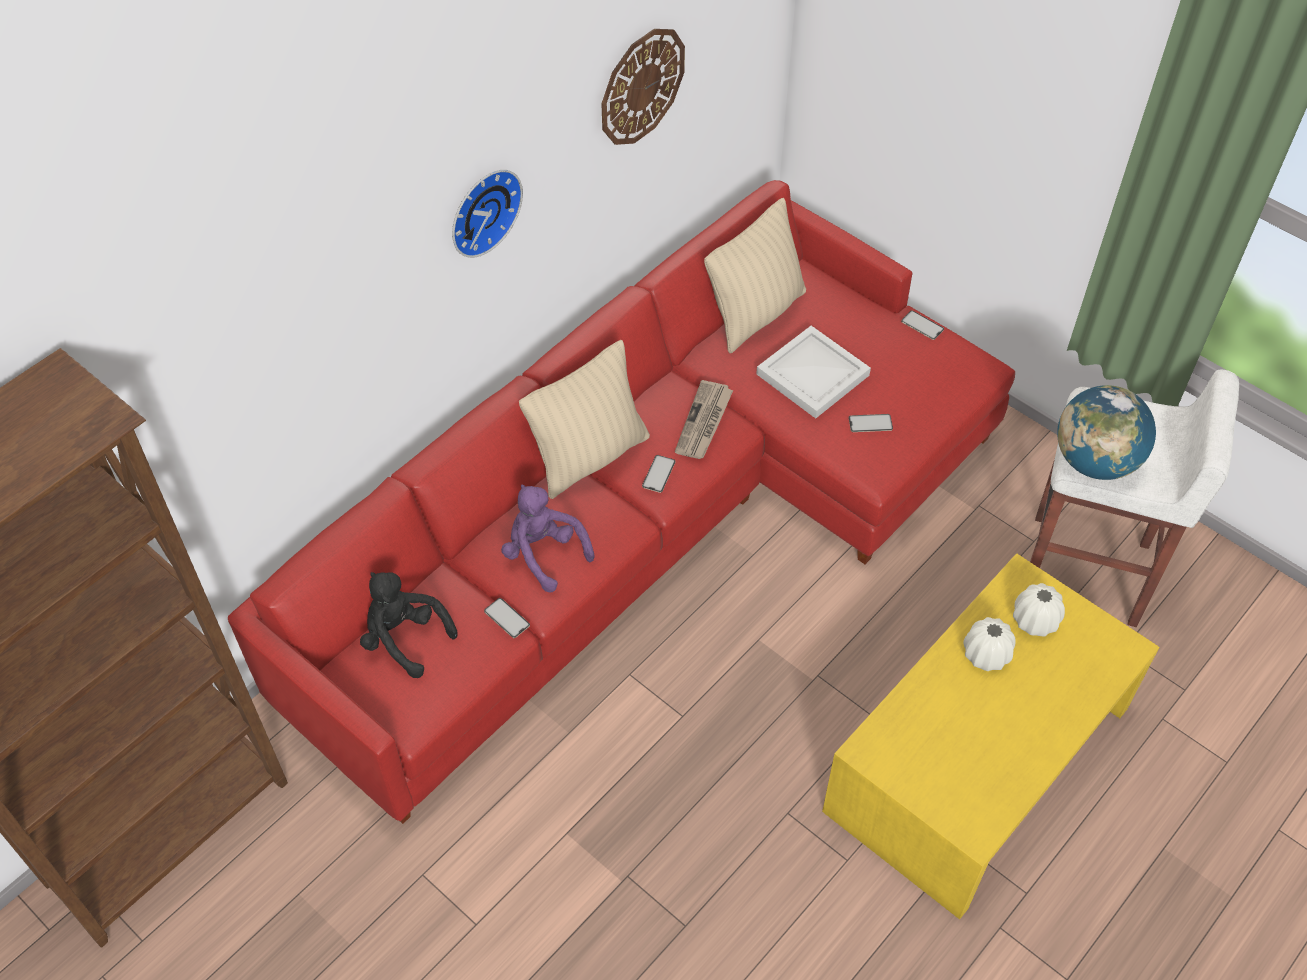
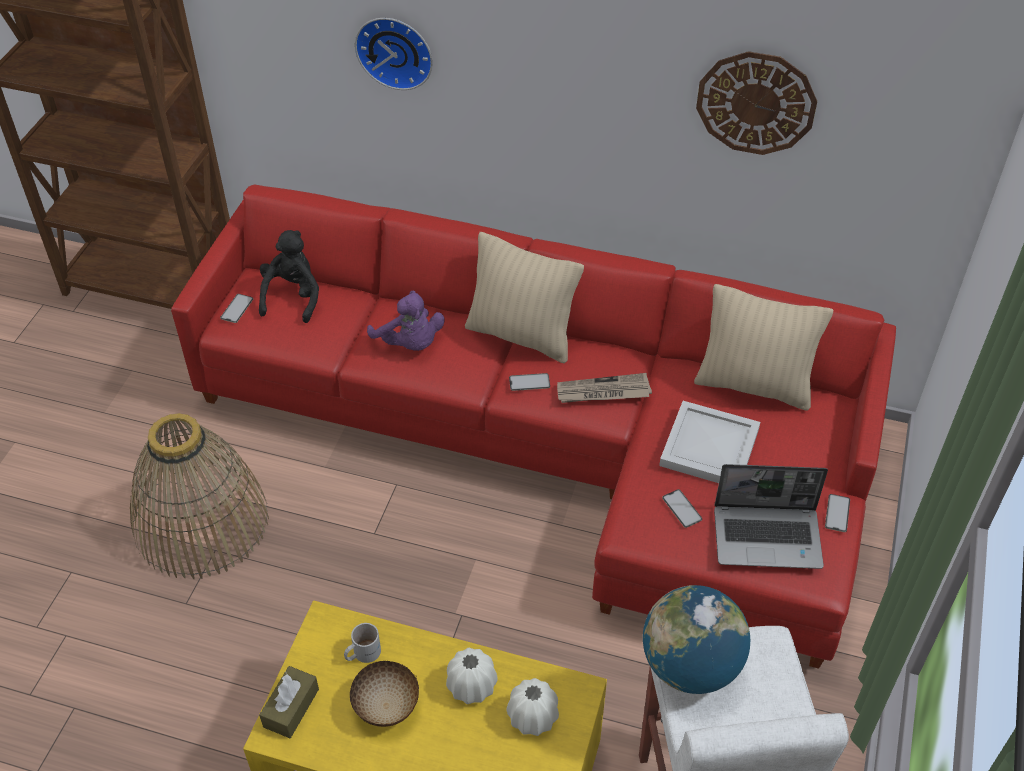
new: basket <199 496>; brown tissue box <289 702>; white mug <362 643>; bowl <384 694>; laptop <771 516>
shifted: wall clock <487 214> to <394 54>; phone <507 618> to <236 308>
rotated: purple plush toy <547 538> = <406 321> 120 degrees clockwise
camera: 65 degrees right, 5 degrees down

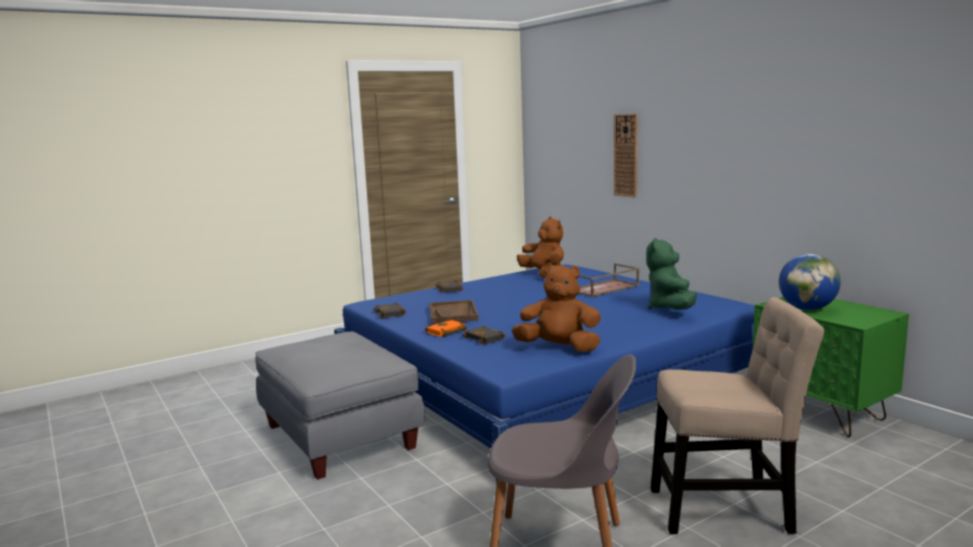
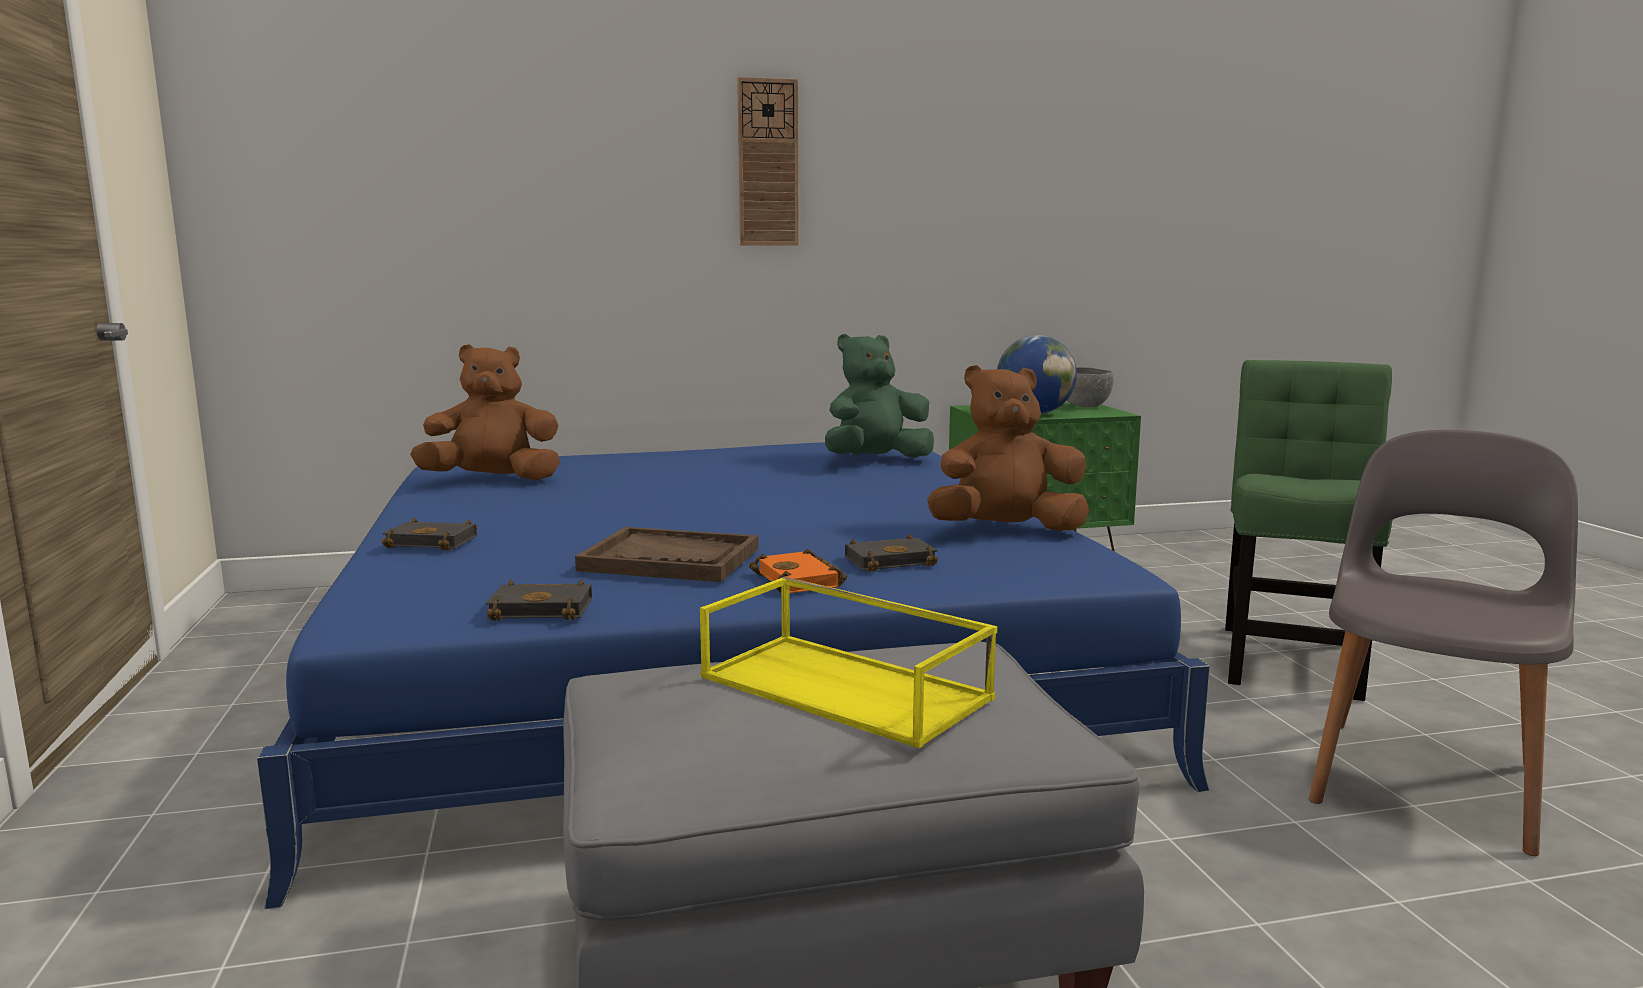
gone: brown tray <609 280>
new: yellow tray <848 662>; grey bowl <1090 387>
shifted: wall clock <626 156> to <768 161>
repainted: beige chair <737 415> to green chair <1308 530>
rotated: brown plush toy <556 307> = <1008 448> 45 degrees clockwise; green plush toy <671 274> = <879 396> 120 degrees clockwise
camera: 70 degrees left, 0 degrees up

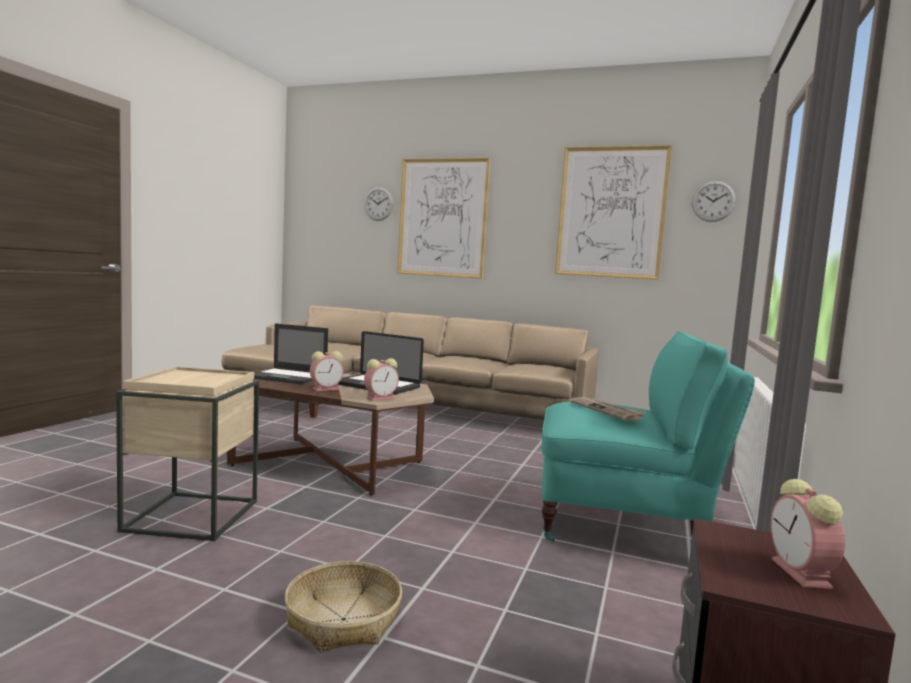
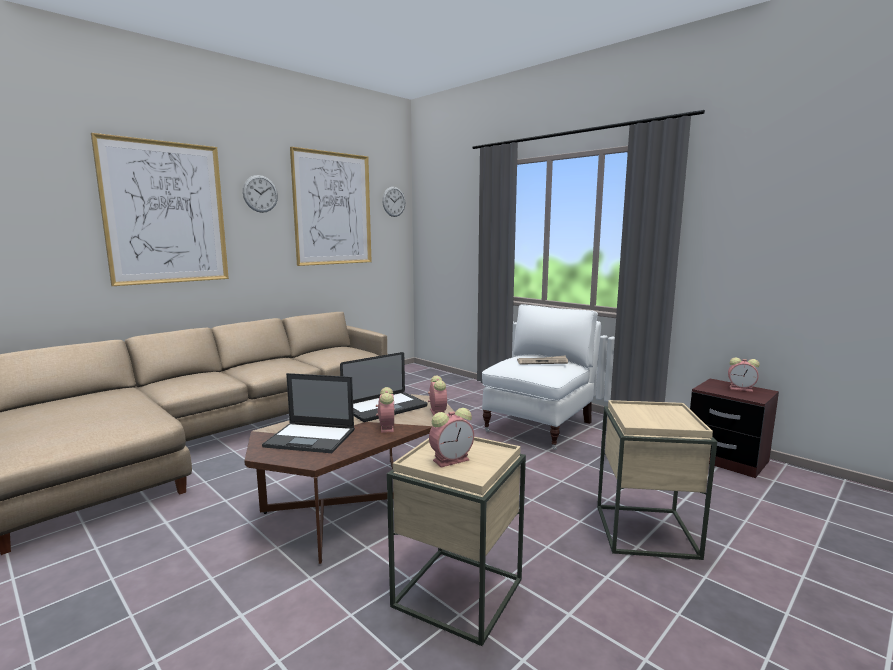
new: alarm clock <451 437>
shifted: wall clock <379 204> to <260 194>
swapped: basket <343 607> to beige side table <657 480>
repainted: turquoise armchair <648 437> to white armchair <541 377>
rotated: laptop <291 354> = <308 413> 60 degrees clockwise
camera: 65 degrees left, 5 degrees up

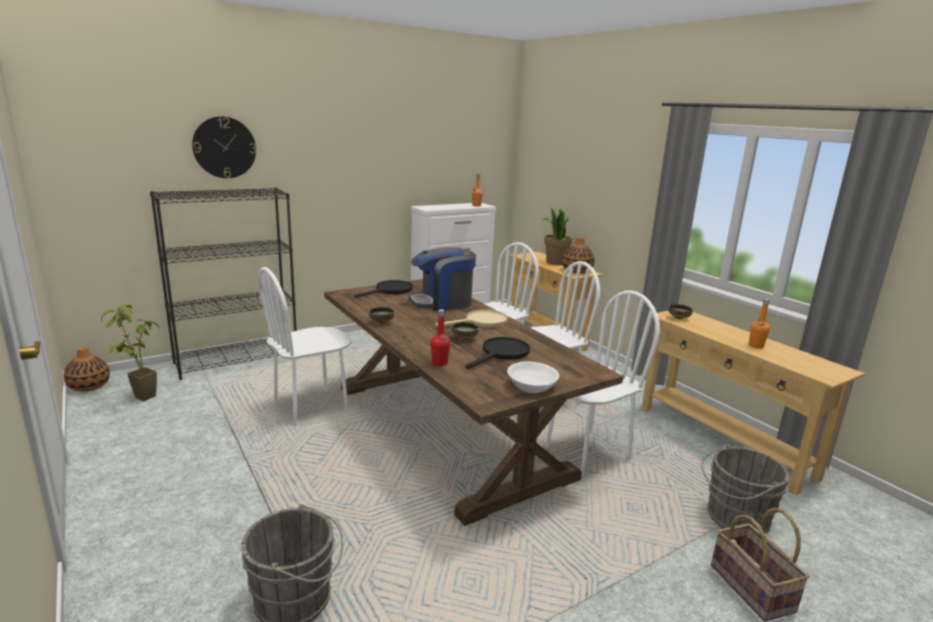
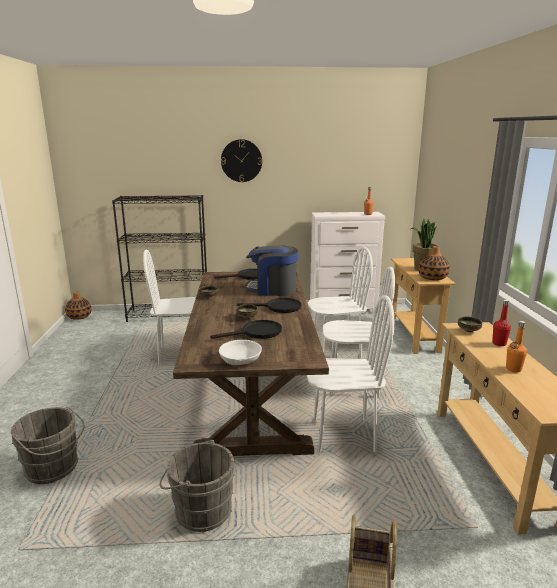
gone: potted plant <130 353>
shifted: wall clock <224 147> to <241 160>; red bottle <440 337> to <501 323>; grey bucket <745 489> to <197 486>
repainted: beige frying pan <471 318> to black frying pan <269 305>
camera: 30 degrees right, 0 degrees up

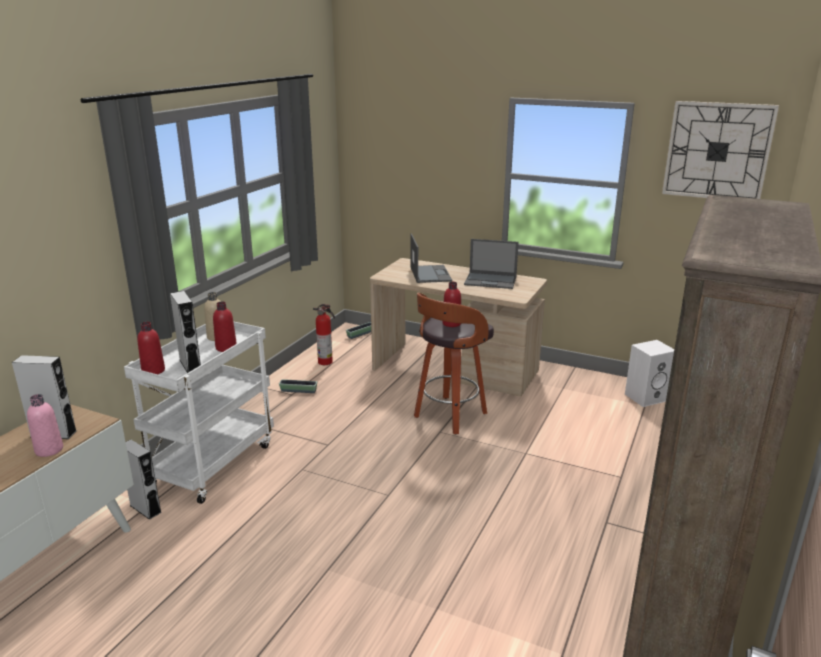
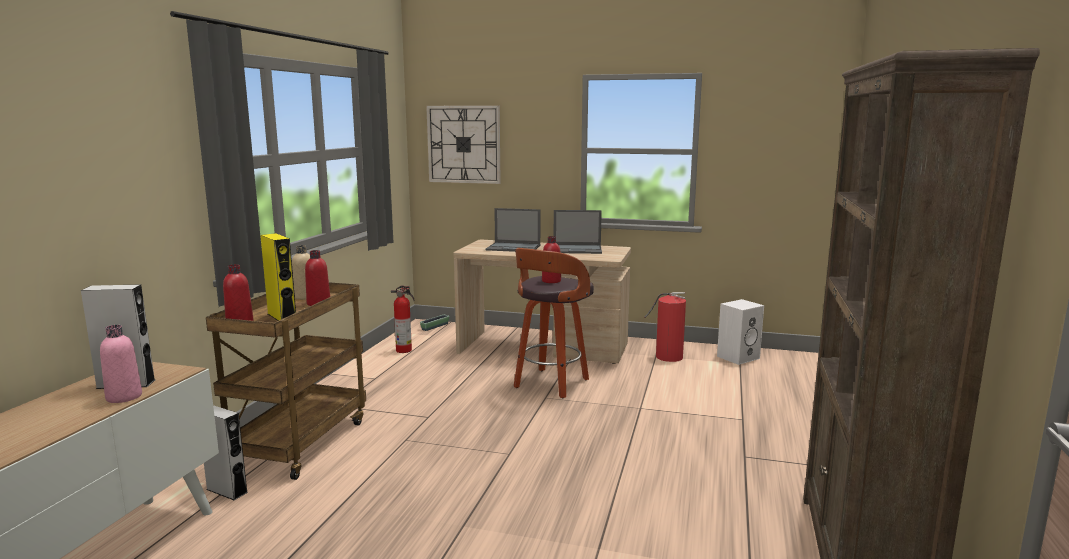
gone: planter <298 386>
new: fire extinguisher <665 327>
shifted: wall clock <720 150> to <463 144>
repainted: white cart <199 412> to brown cart <286 381>; grey speaker <185 332> to yellow speaker <278 277>
rotated: laptop <431 258> = <513 230> 120 degrees clockwise
camera: 10 degrees left, 10 degrees down

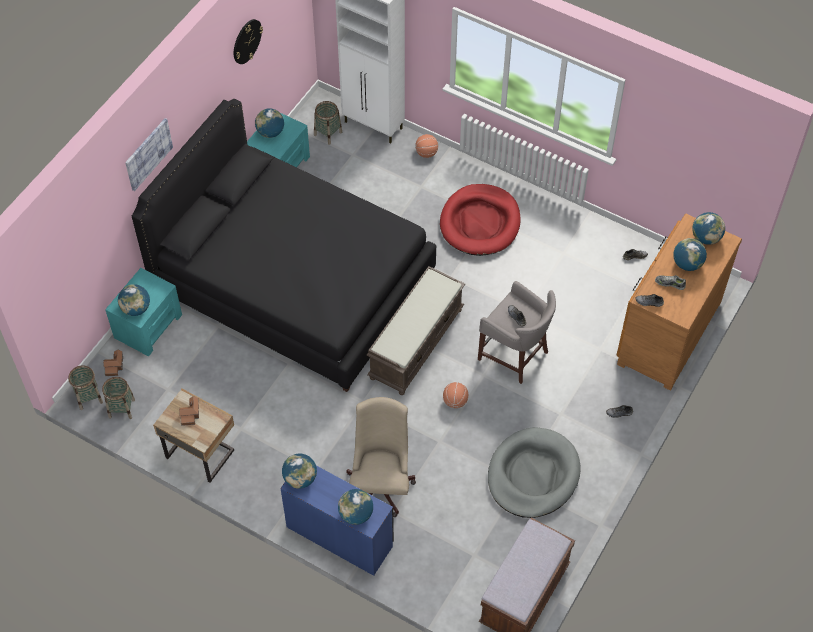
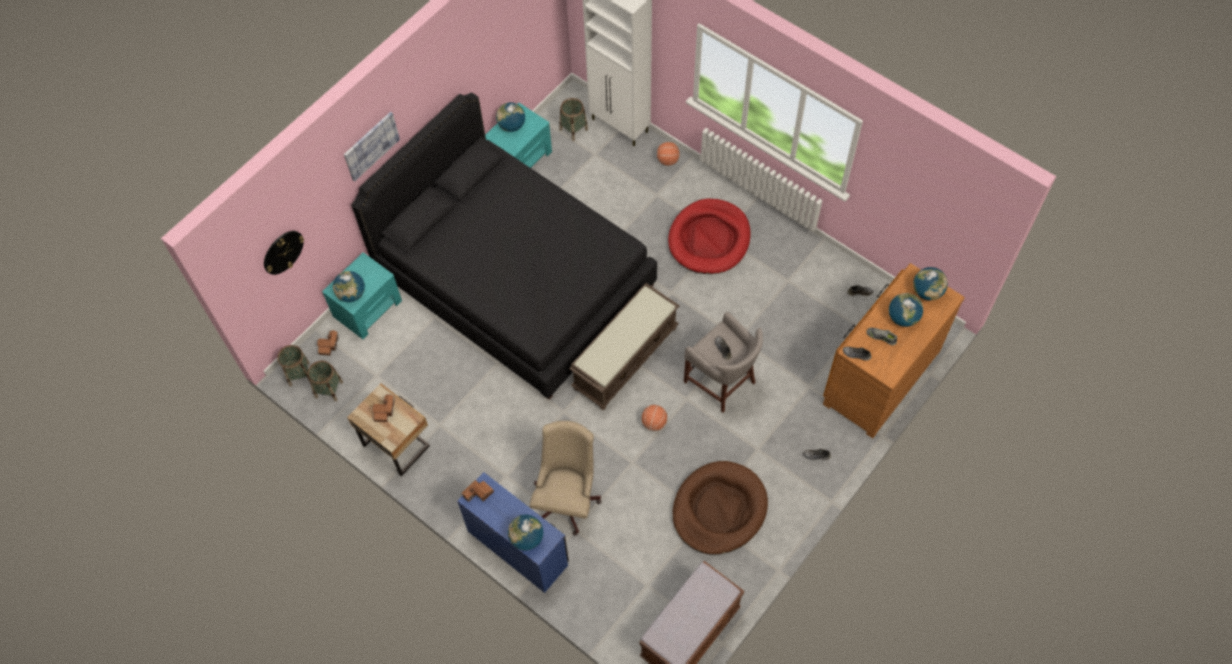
shifted: wall clock <248 41> to <284 253>
swapped: globe <299 471> to toy house <477 491>
repainted: grey dog bed <534 472> to brown dog bed <720 508>
camera: 10 degrees right, 5 degrees up

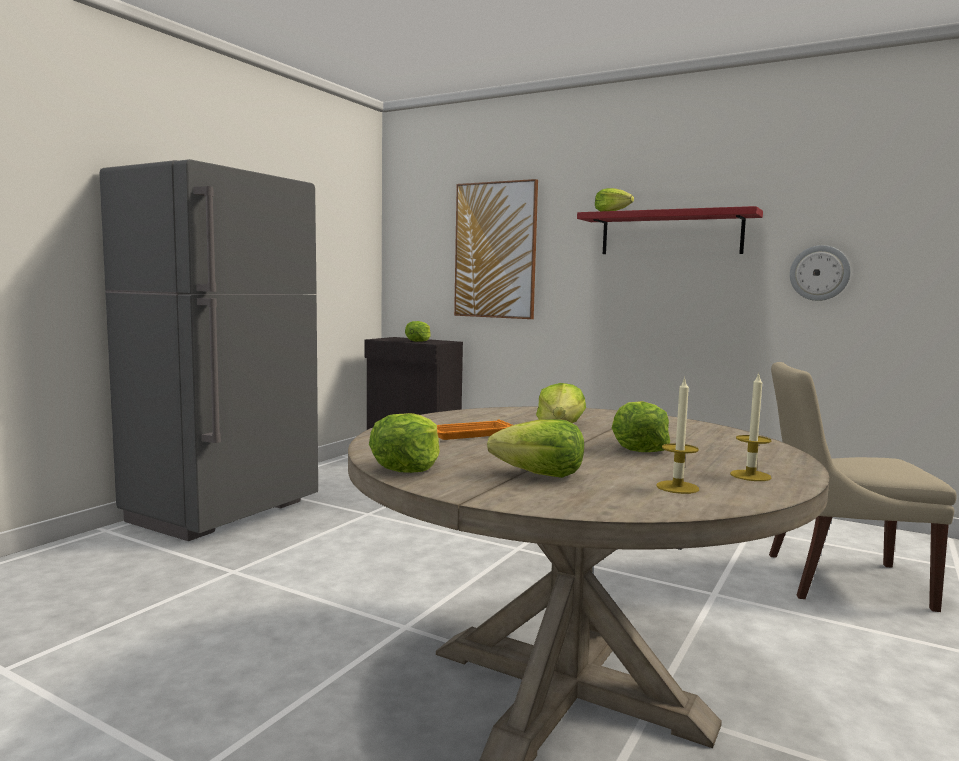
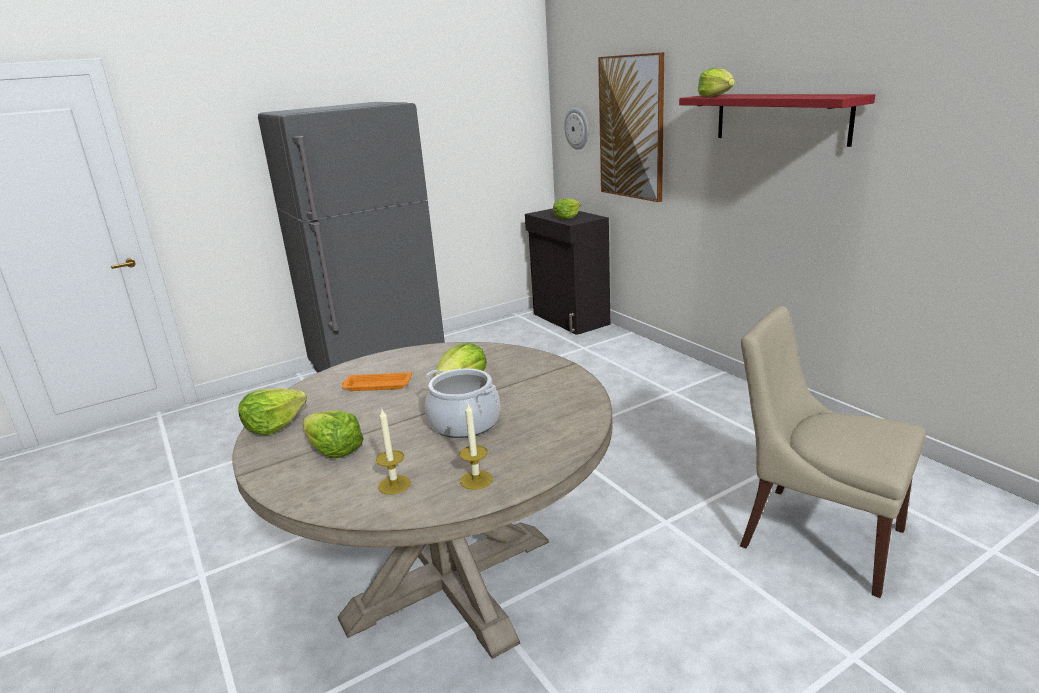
shifted: wall clock <820 273> to <576 129>
swapped: lettuce <641 426> to cooking pot <462 403>
camera: 30 degrees right, 15 degrees up

